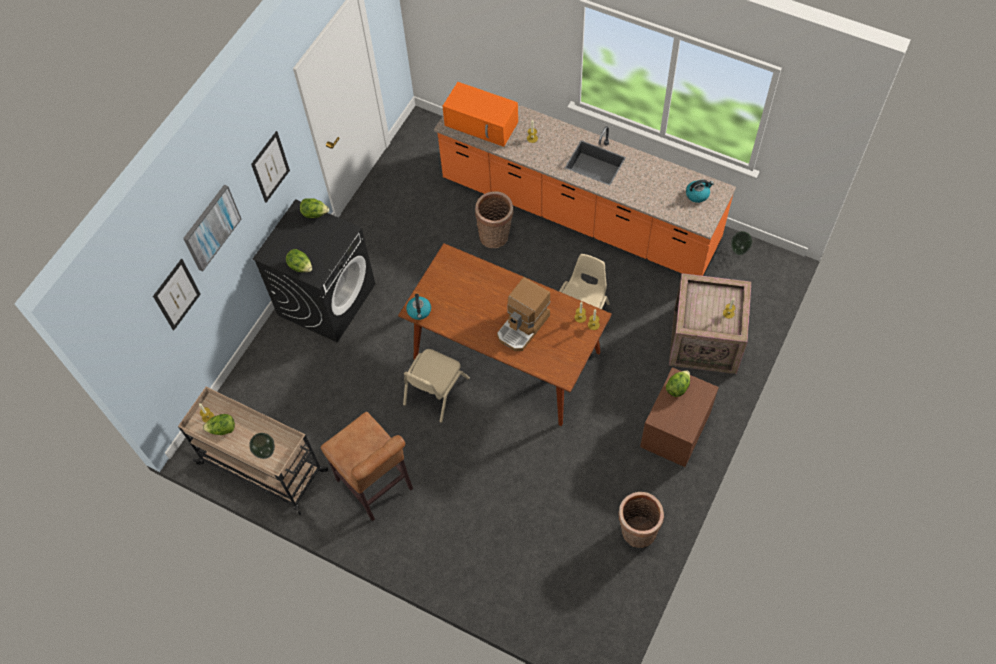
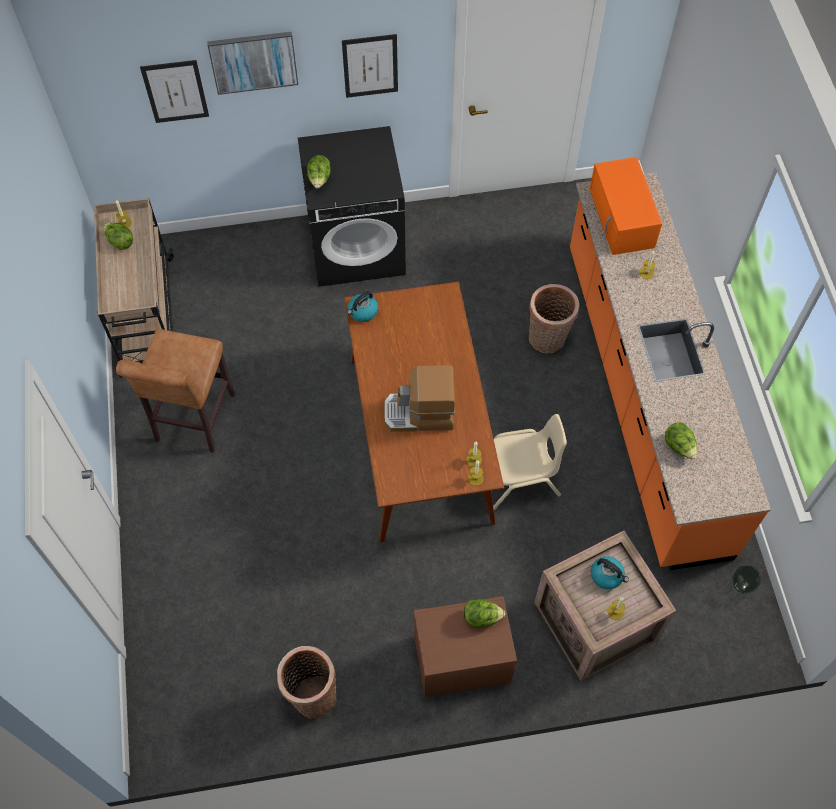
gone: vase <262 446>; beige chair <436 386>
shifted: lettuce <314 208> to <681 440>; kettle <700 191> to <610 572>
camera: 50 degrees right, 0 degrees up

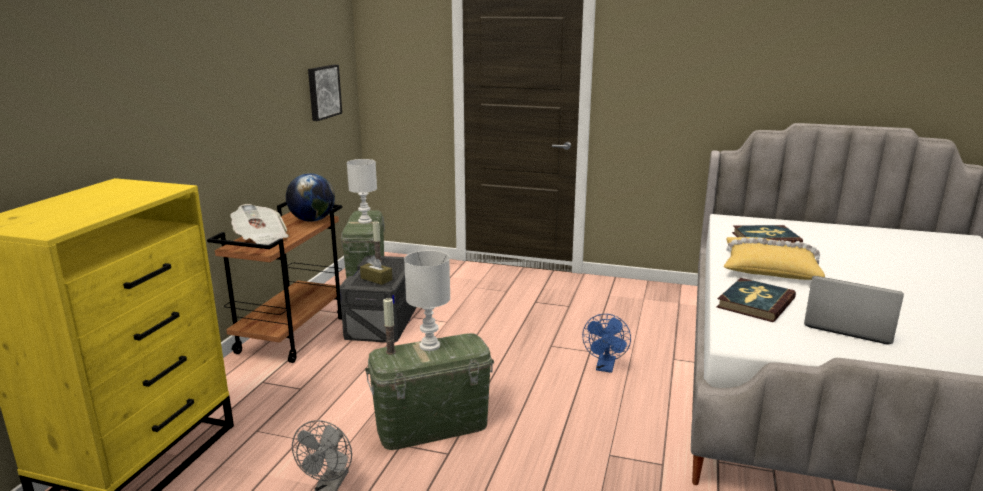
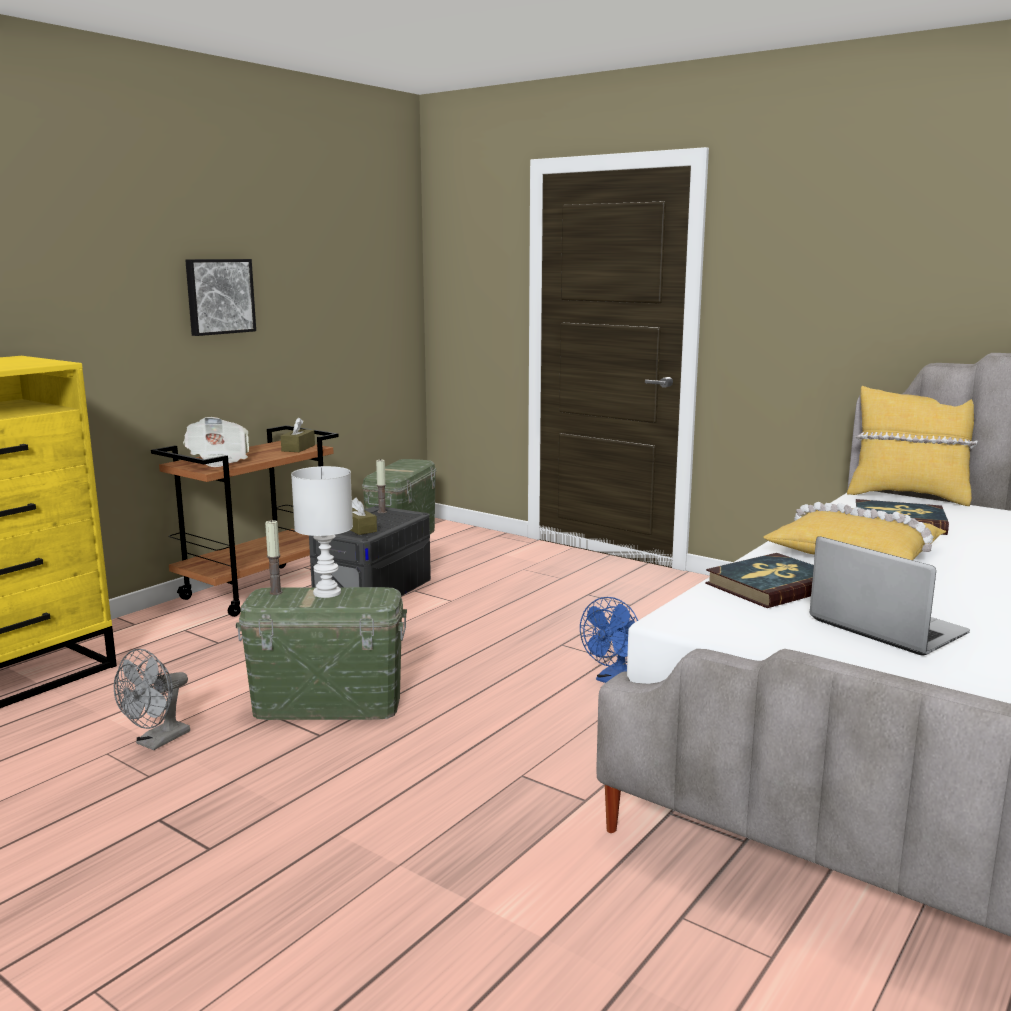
gone: white table lamp <362 191>
new: yellow pillow <912 446>
shifted: picture <325 93> to <220 297>
swapped: globe <310 197> to brown tissue box <298 434>
camera: 20 degrees right, 5 degrees down

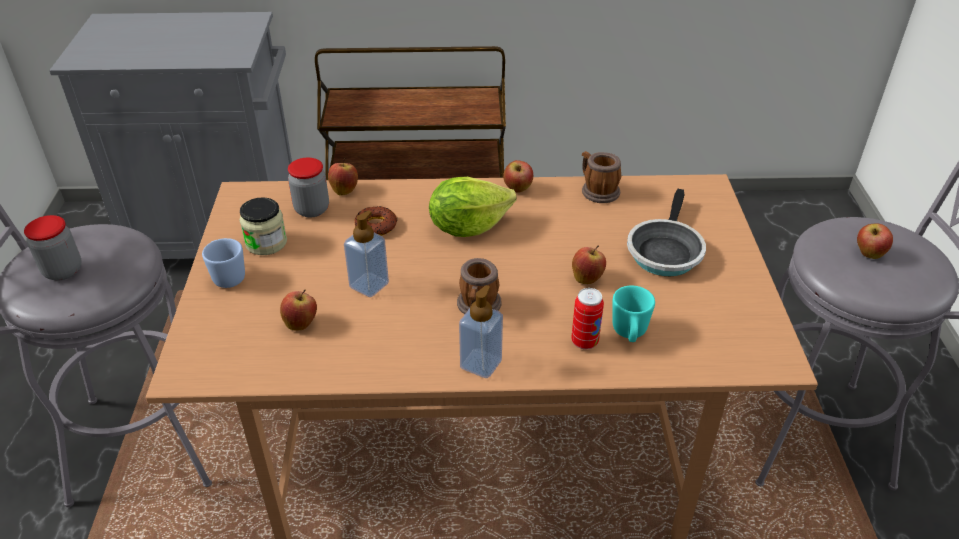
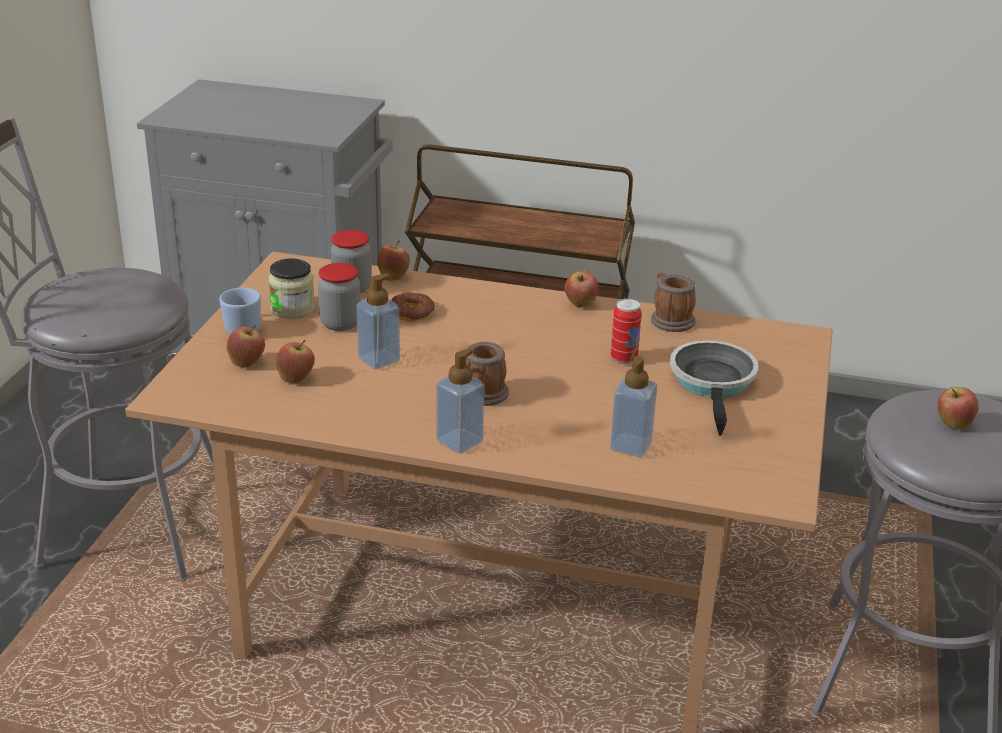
gone: lettuce <473 207>
shifted: jar <52 248> to <339 297>; can <587 319> to <626 331>; apple <589 264> to <246 346>
swapped: turquoise mug <633 313> to soap dispenser <633 406>
rotated: frying pan <666 232> = <714 388> 150 degrees clockwise
camera: 15 degrees right, 10 degrees down

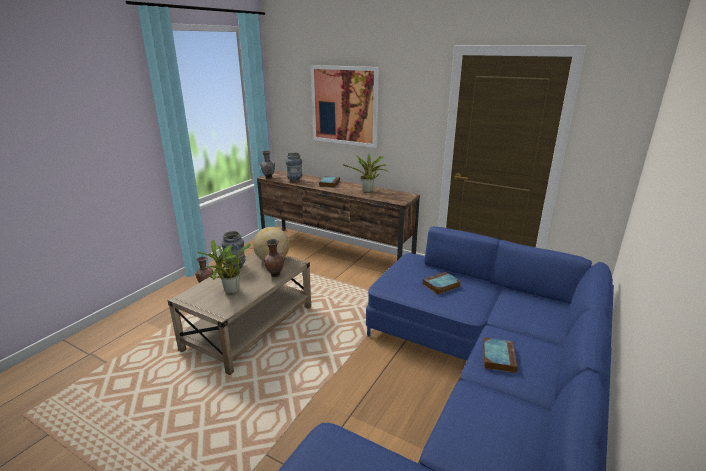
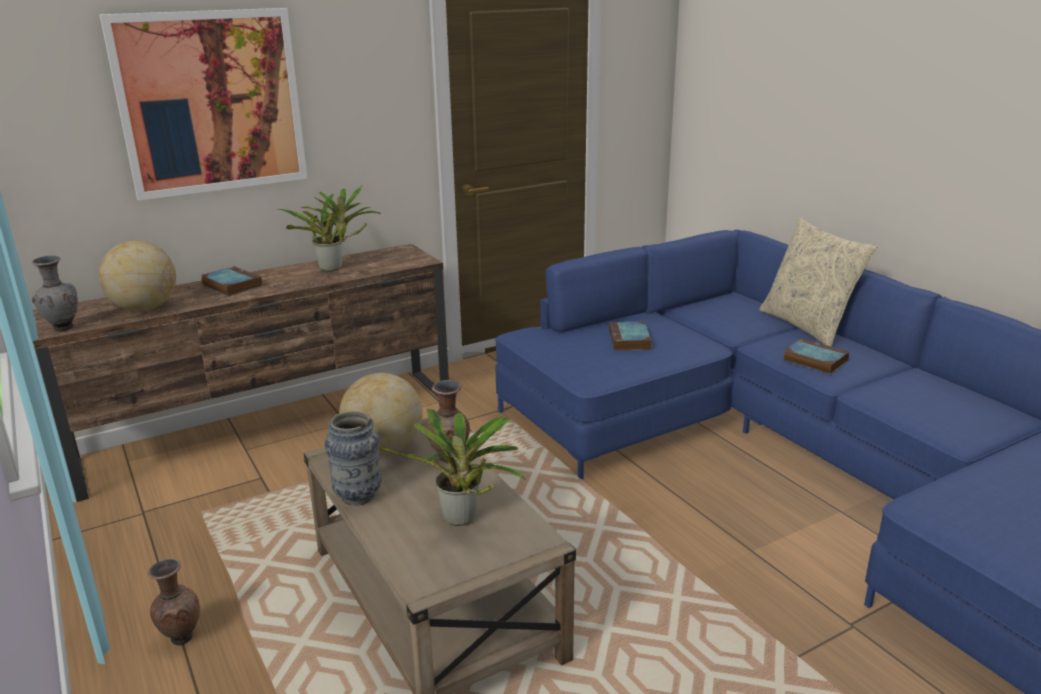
new: beige pillow <818 282>
swapped: vase <294 167> to globe <137 276>
camera: 60 degrees left, 0 degrees up

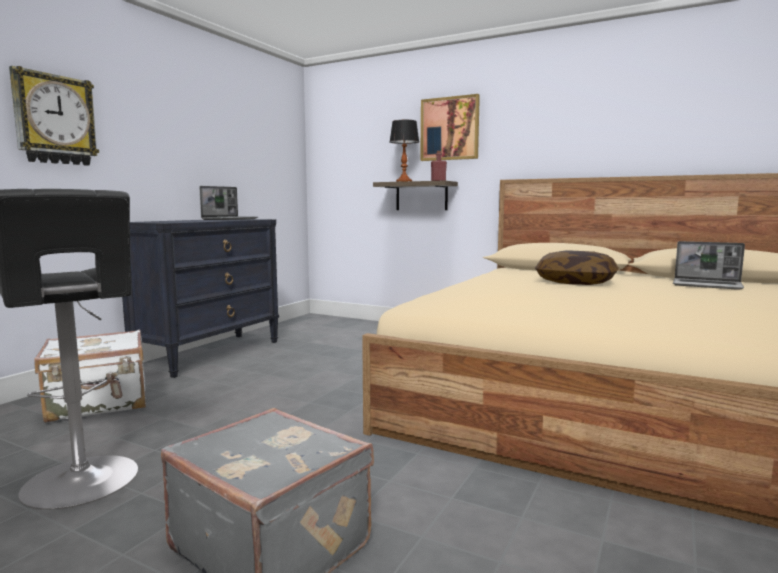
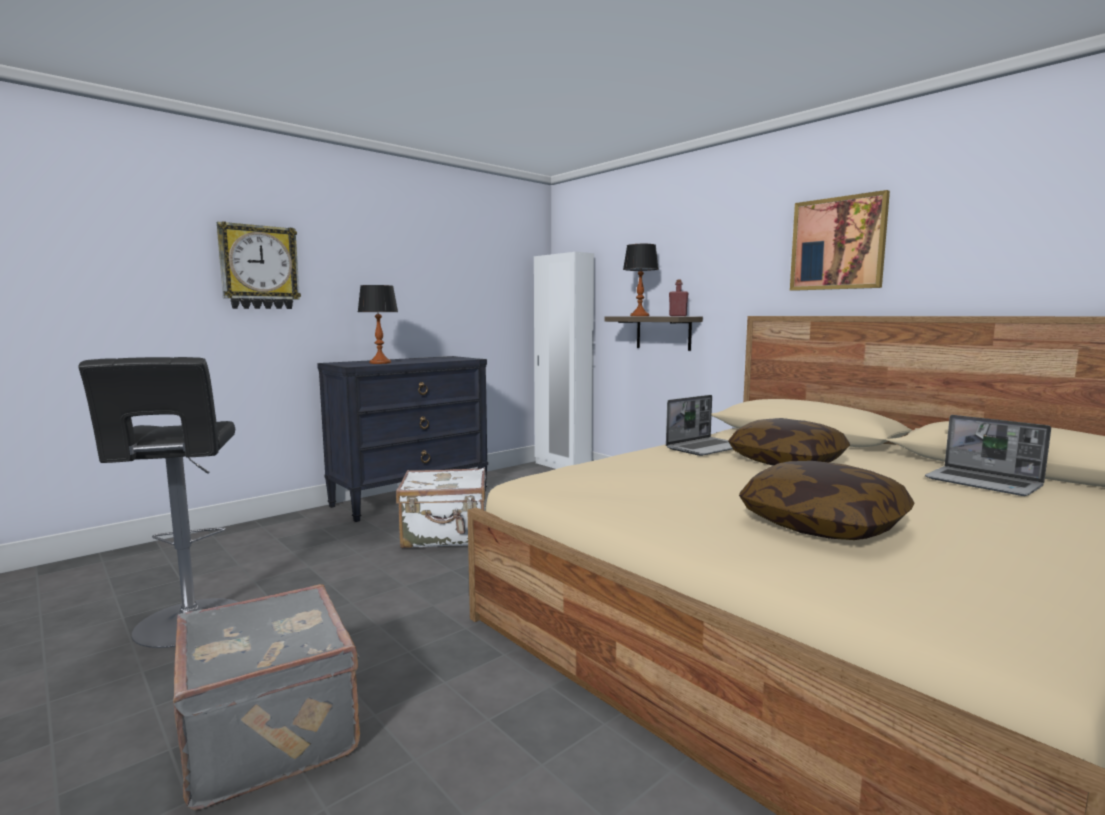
new: table lamp <378 324>; white wardrobe <564 360>; pillow <827 500>
shifted: white suitcase <90 376> to <441 508>; laptop <228 203> to <699 425>; picture <450 127> to <840 240>
camera: 20 degrees right, 0 degrees up

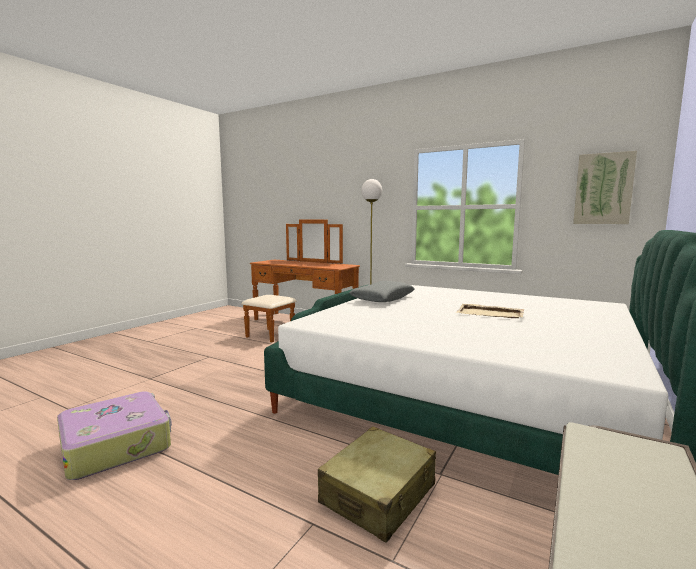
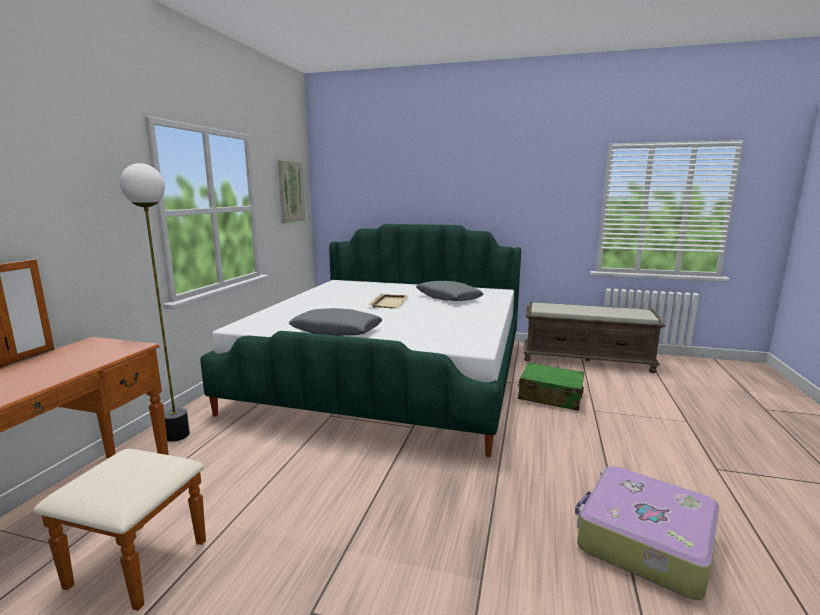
new: grey pillow <449 291>
repainted: beige suitcase <377 484> to green suitcase <551 386>
camera: 105 degrees left, 5 degrees up

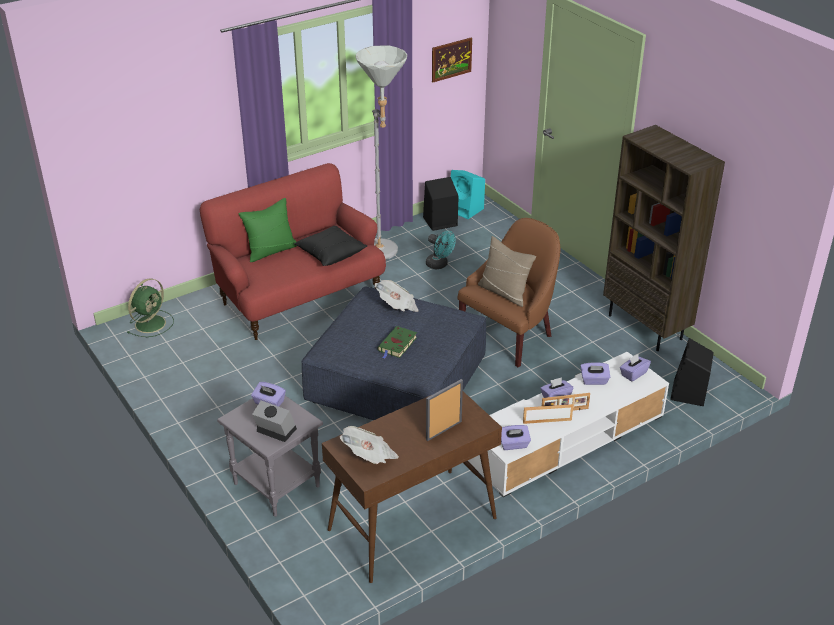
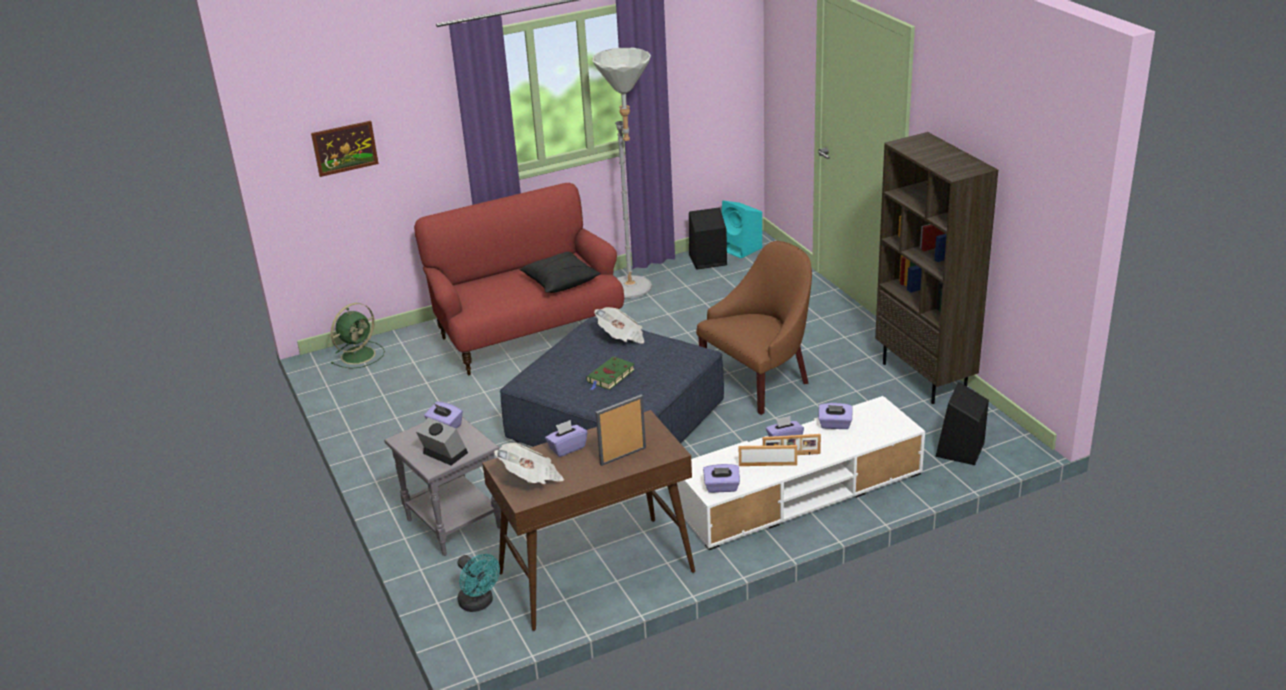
gone: green pillow <268 230>; beige pillow <507 271>
shifted: turquoise fan <441 250> to <478 583>; picture <452 60> to <345 149>; purple tissue box <635 368> to <566 438>
camera: 10 degrees right, 5 degrees down

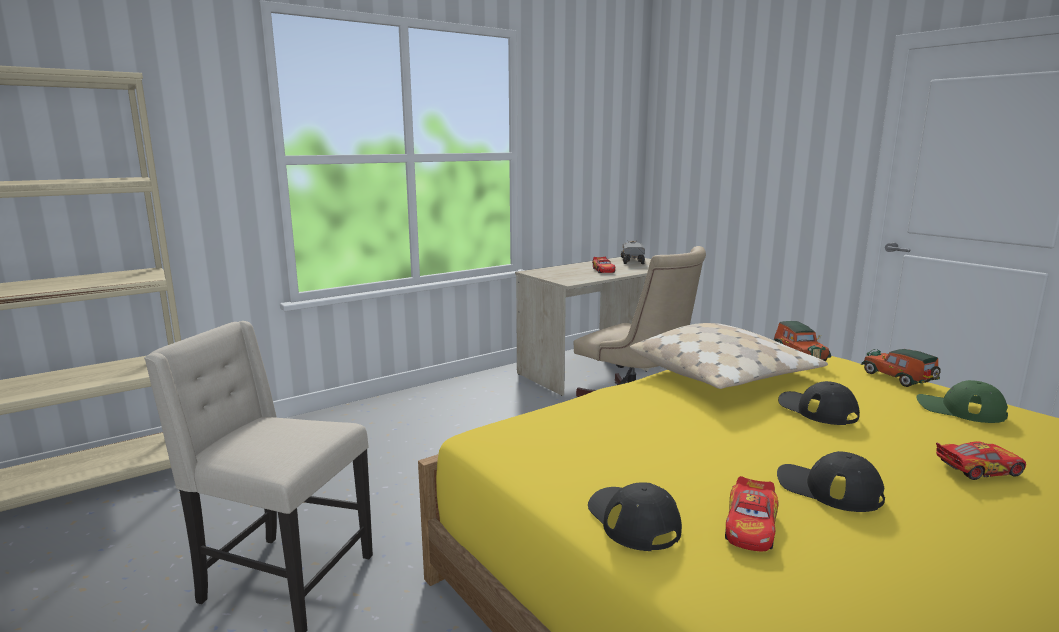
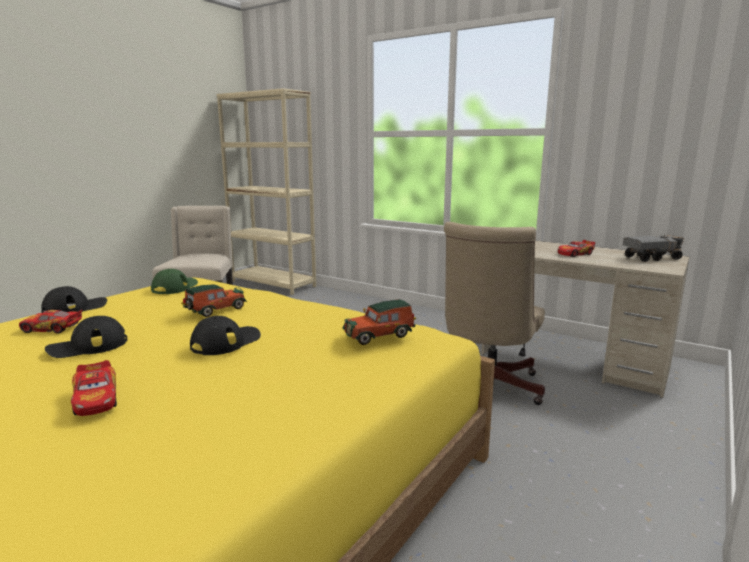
gone: beige pillow <729 356>
shifted: toy car <900 368> to <214 300>; green cap <962 401> to <174 281>
rotated: black cap <831 481> = <86 337> 135 degrees counterclockwise
camera: 70 degrees right, 0 degrees up

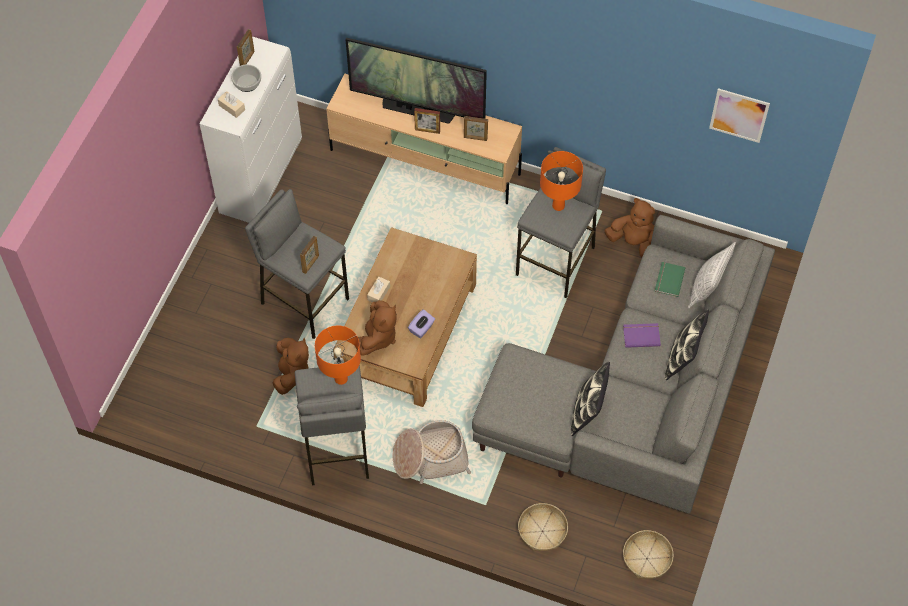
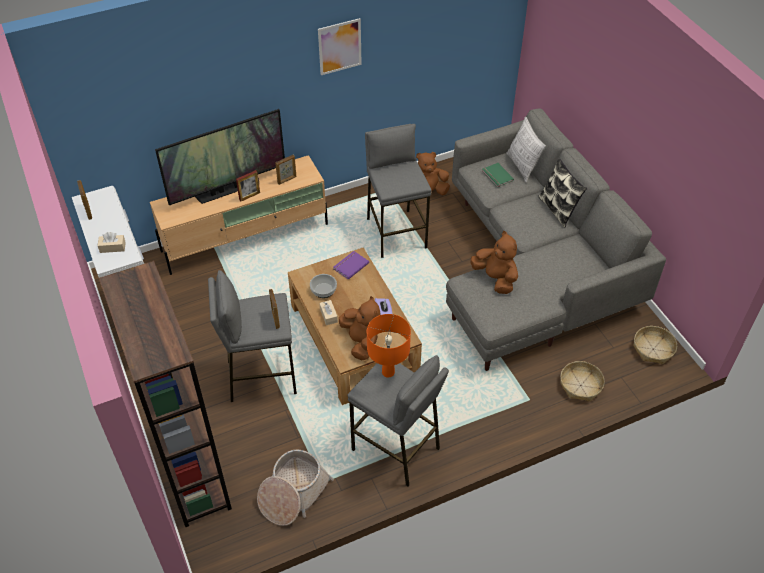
gone: orange table lamp <561 181>; pillow <590 399>
new: brown bookcase <165 394>
shifted: bowl <246 78> to <323 286>; brown plush toy <291 366> to <494 262>; basket <431 452> to <295 487>; purple book <642 335> to <351 265>; picture <739 115> to <340 46>
camera: 45 degrees left, 10 degrees down

